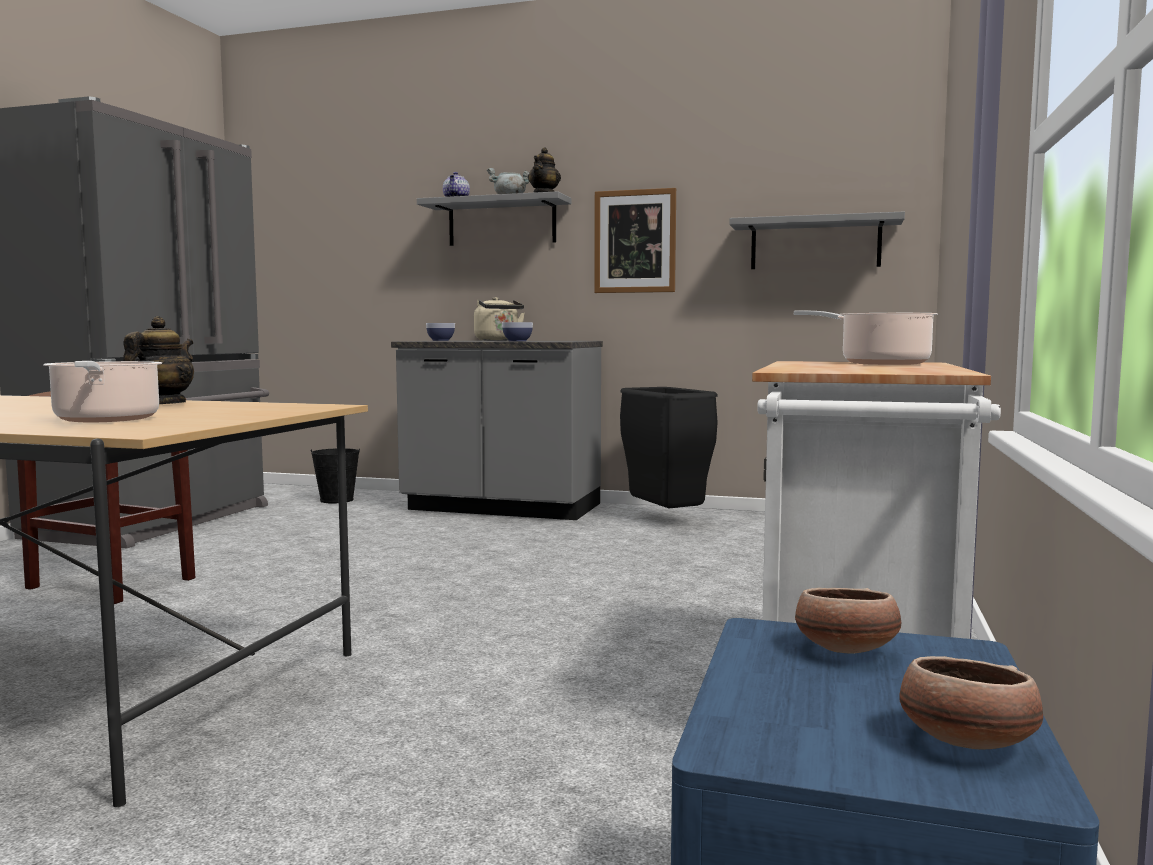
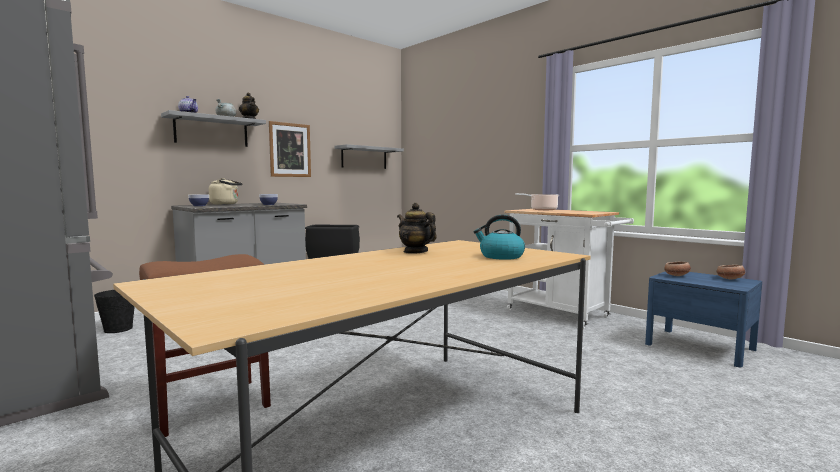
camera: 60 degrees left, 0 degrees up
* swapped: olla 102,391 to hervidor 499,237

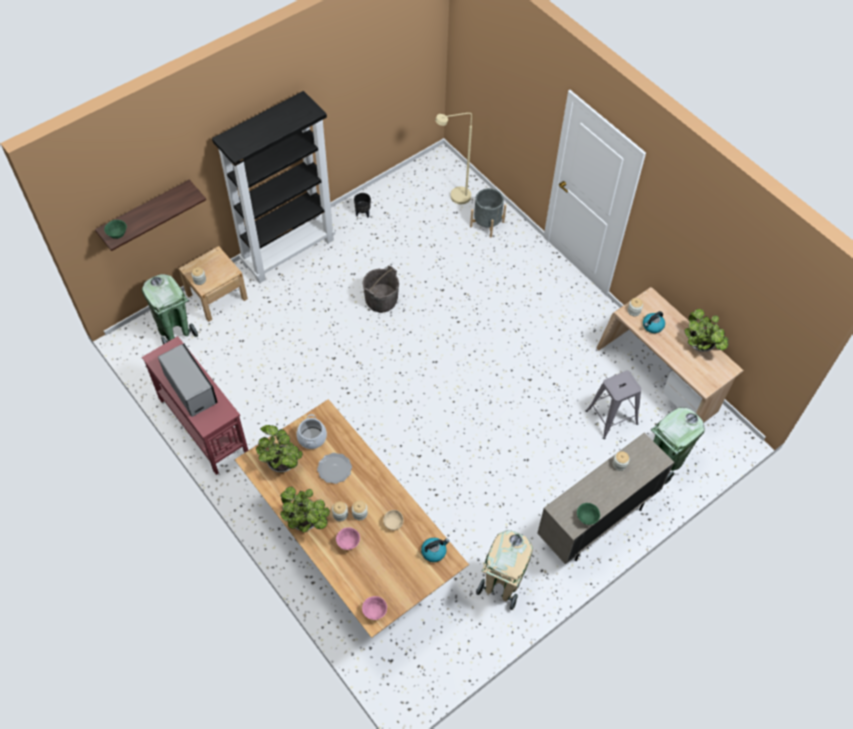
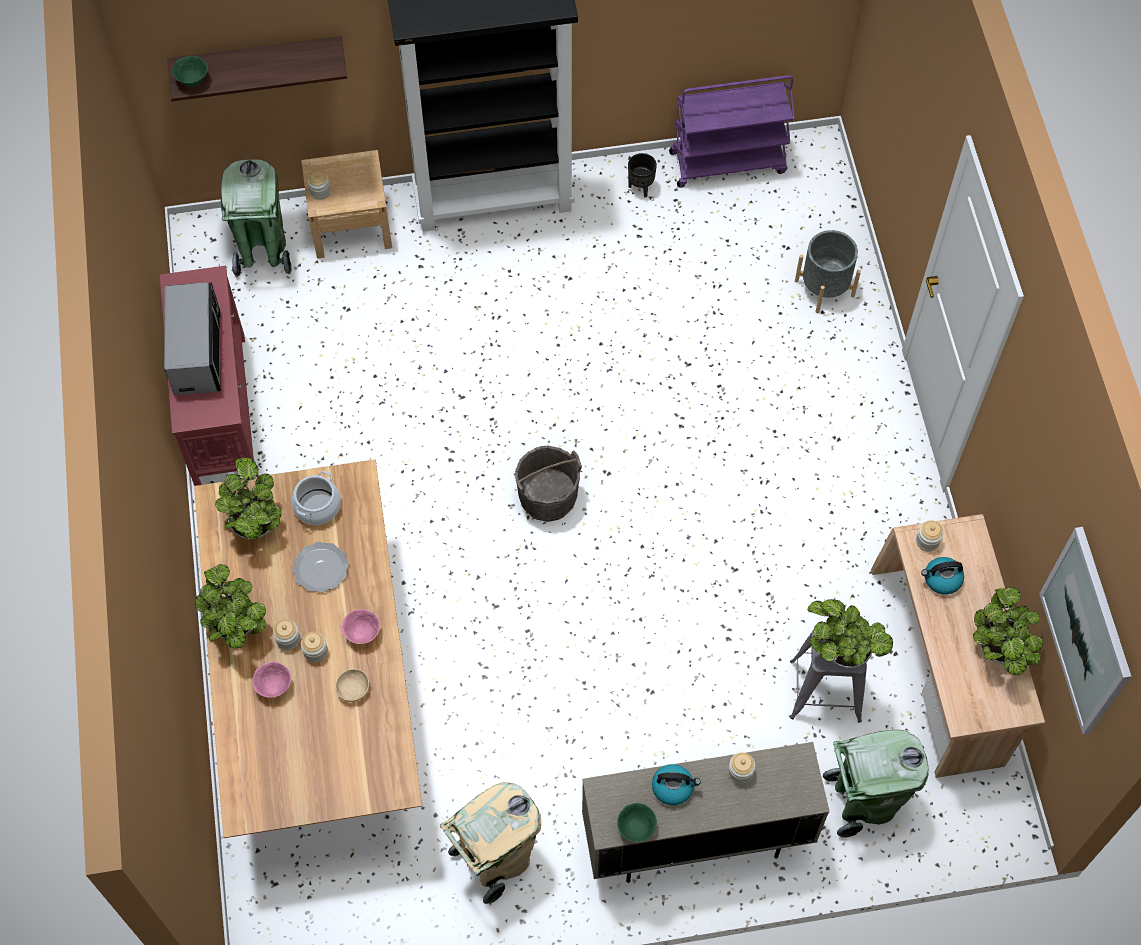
camera: 30 degrees right, 5 degrees up
* gone: lámpara de pie/beis 453,158
* shifted: cubo/gris 380,289 to 547,484
* shifted: hervidor 435,550 to 676,784
* shifted: cuenco/rosa 374,608 to 361,626
* new: carrito/morado 732,131
* new: cuadro 1085,631
* new: planta en maceta 850,633

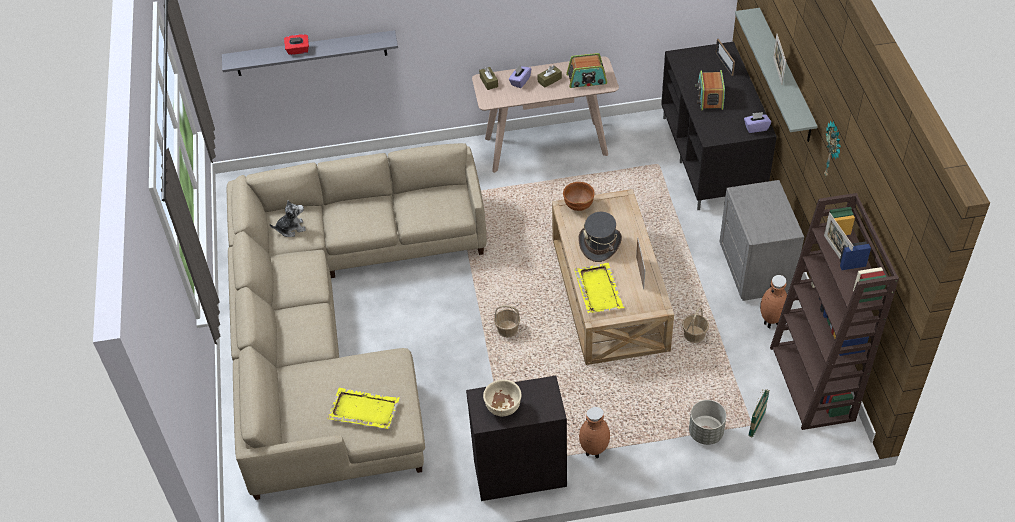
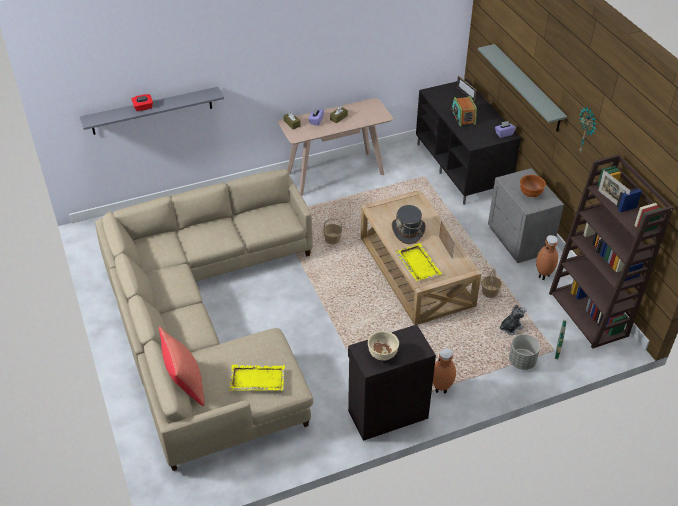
camera: 15 degrees left, 5 degrees down
* gone: portarretratos 779,59
* gone: radio 586,70
* shifted: cuenco/marrón 579,196 to 533,186
* shifted: peluche 288,218 to 513,319
* shifted: cesta 507,321 to 332,231
* new: cojín/rojo 182,366

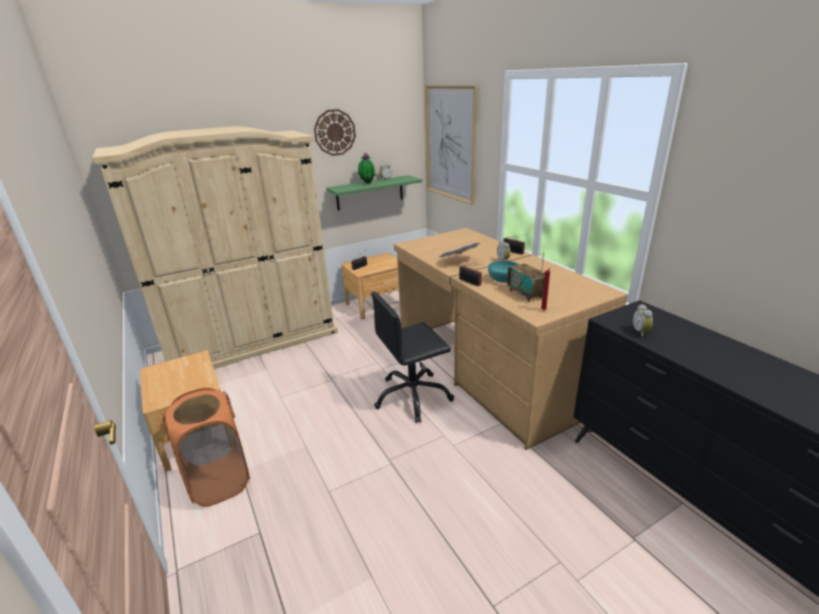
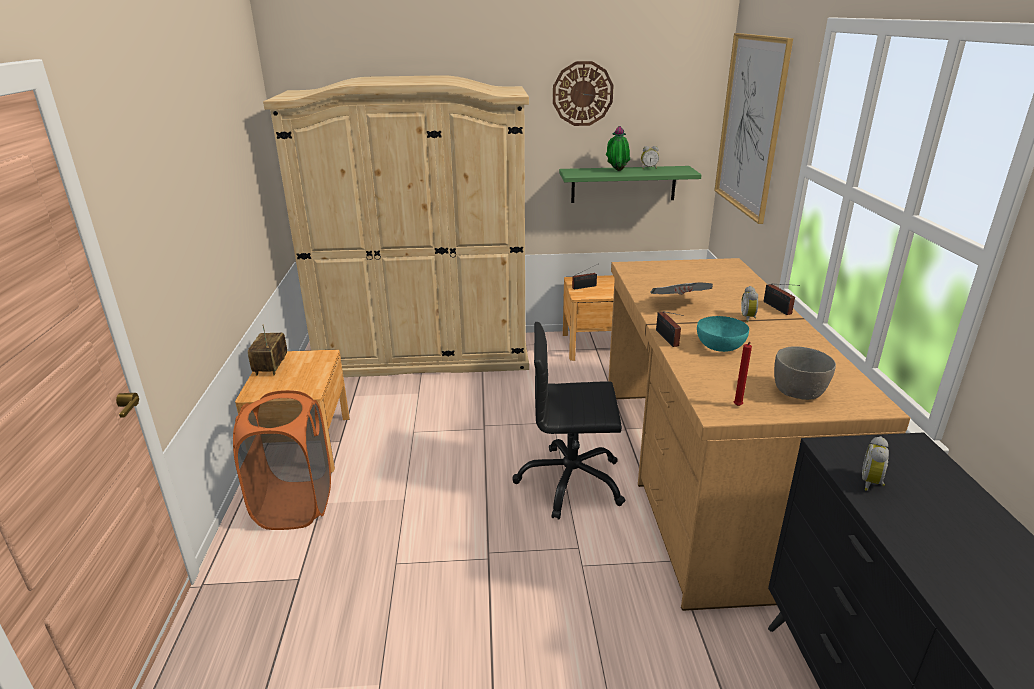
camera: 25 degrees right, 0 degrees up
* shifted: radio 526,277 to 267,350
* new: cuenco/gris 805,373

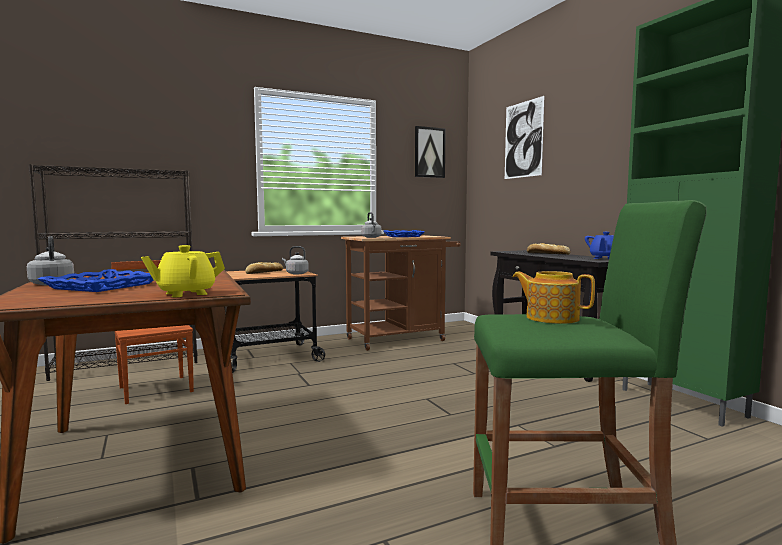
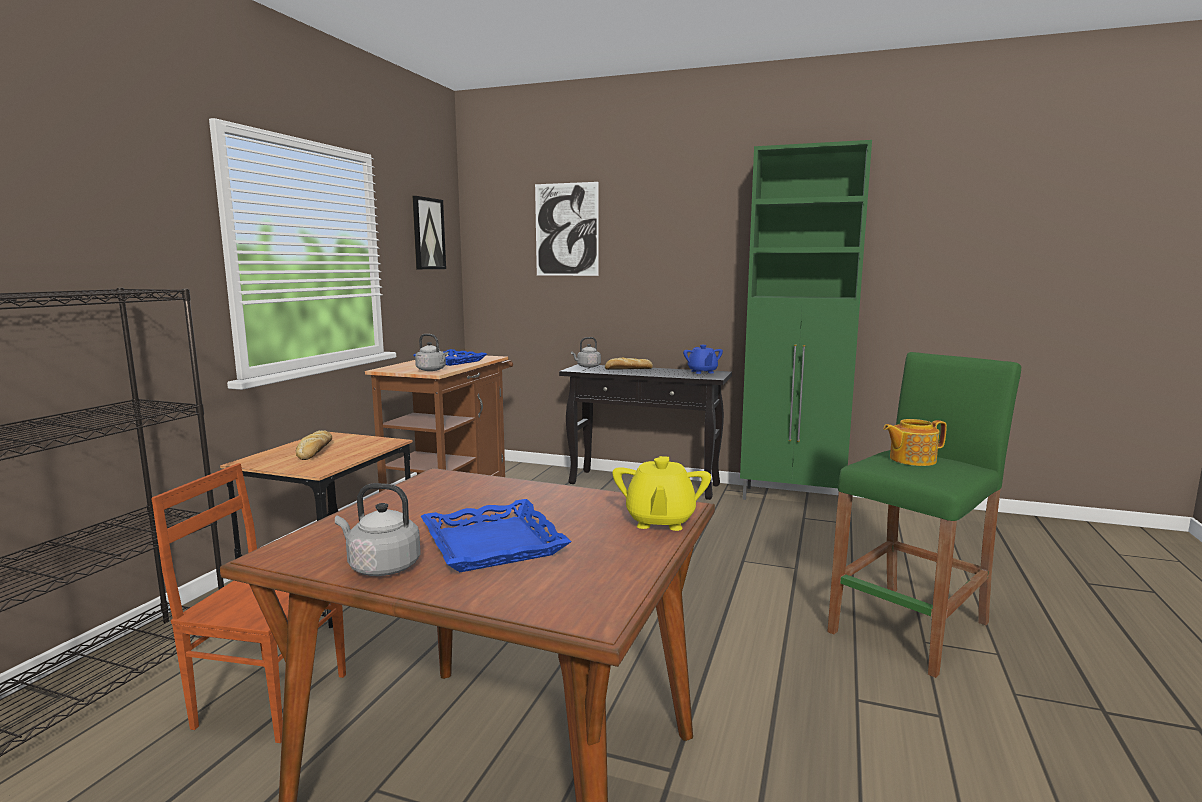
camera: 45 degrees left, 5 degrees up
* shifted: hervidor/gris 295,260 to 586,352

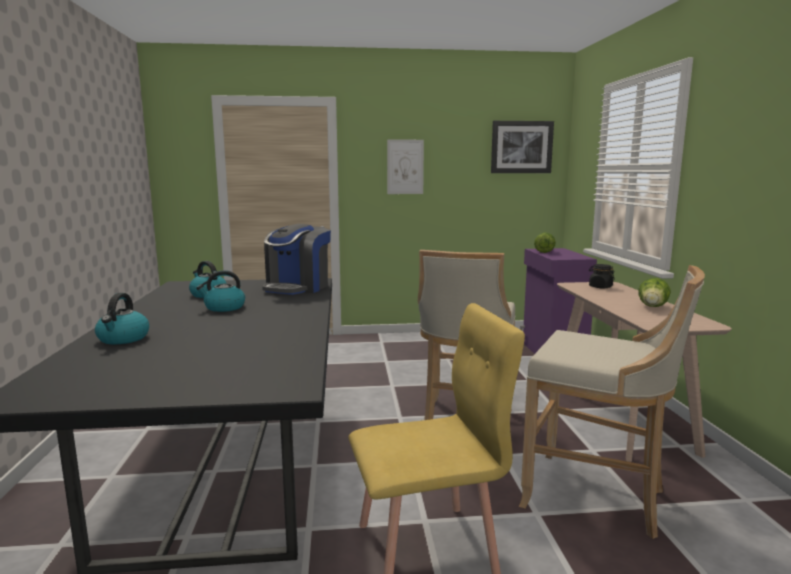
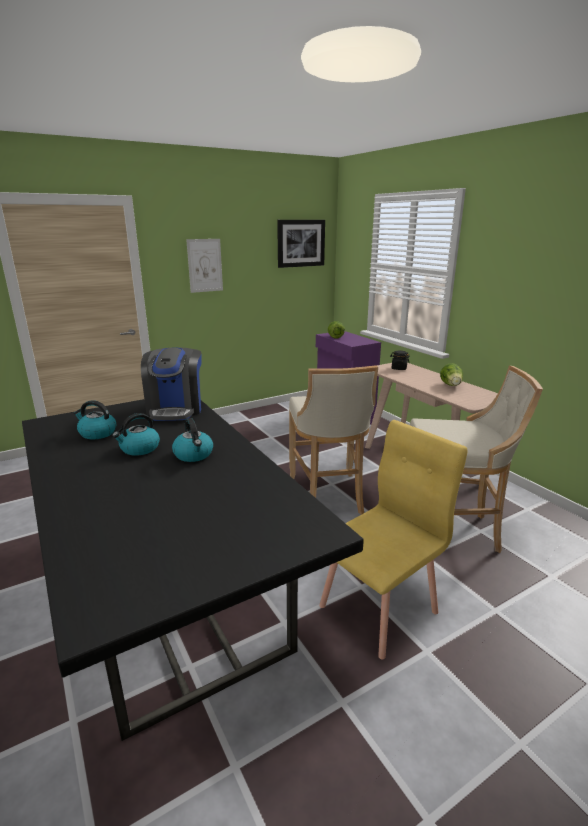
camera: 25 degrees left, 10 degrees up
* shifted: hervidor 122,319 to 192,440

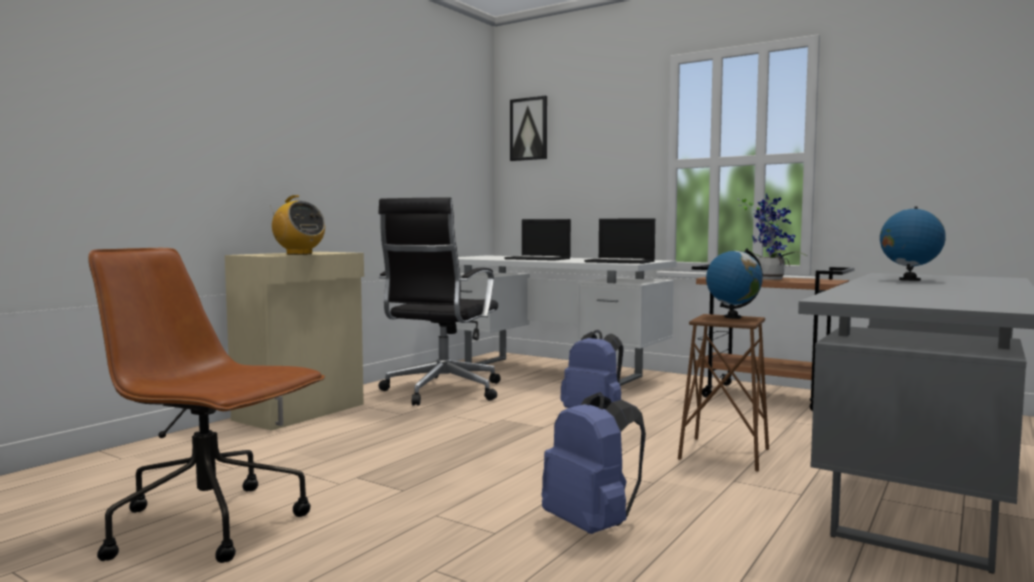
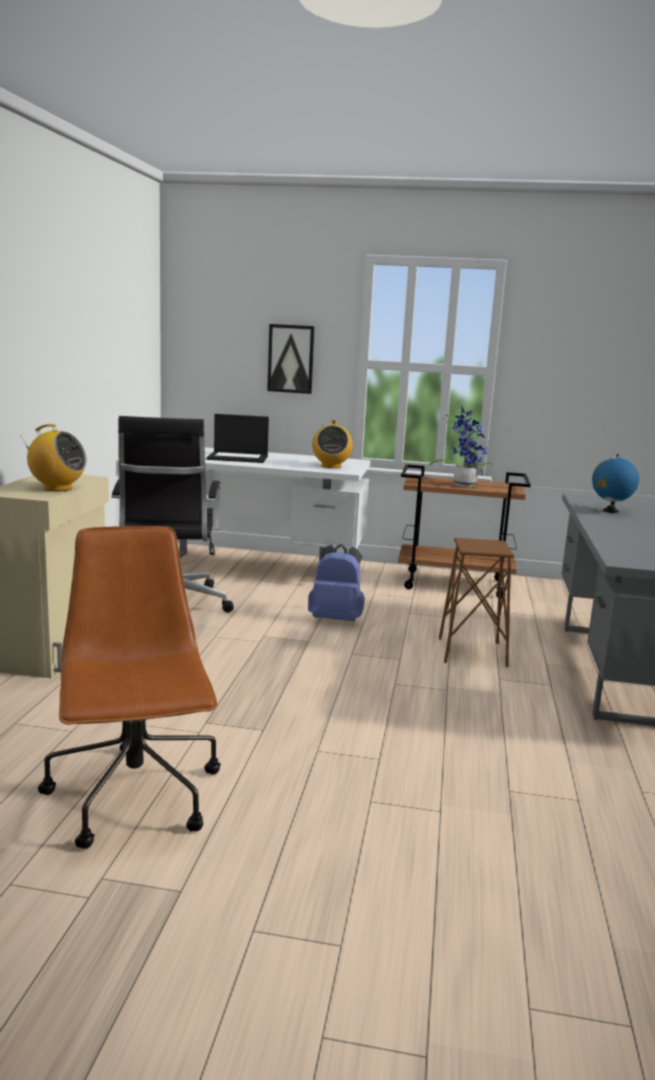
camera: 25 degrees left, 10 degrees up
* shifted: cuadro 528,128 to 291,359
* swapped: portátil 620,241 to radio 332,443
* rotated: silla de oficina/marrón 206,405 = 129,687 75 degrees clockwise
* gone: globo terráqueo 734,283
* gone: mochila/azul 594,463

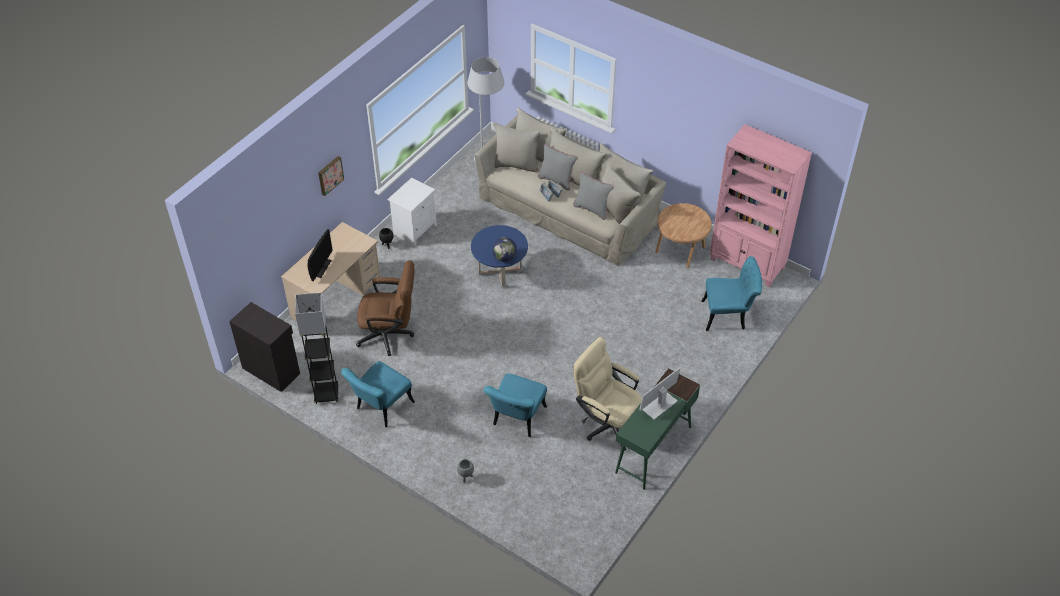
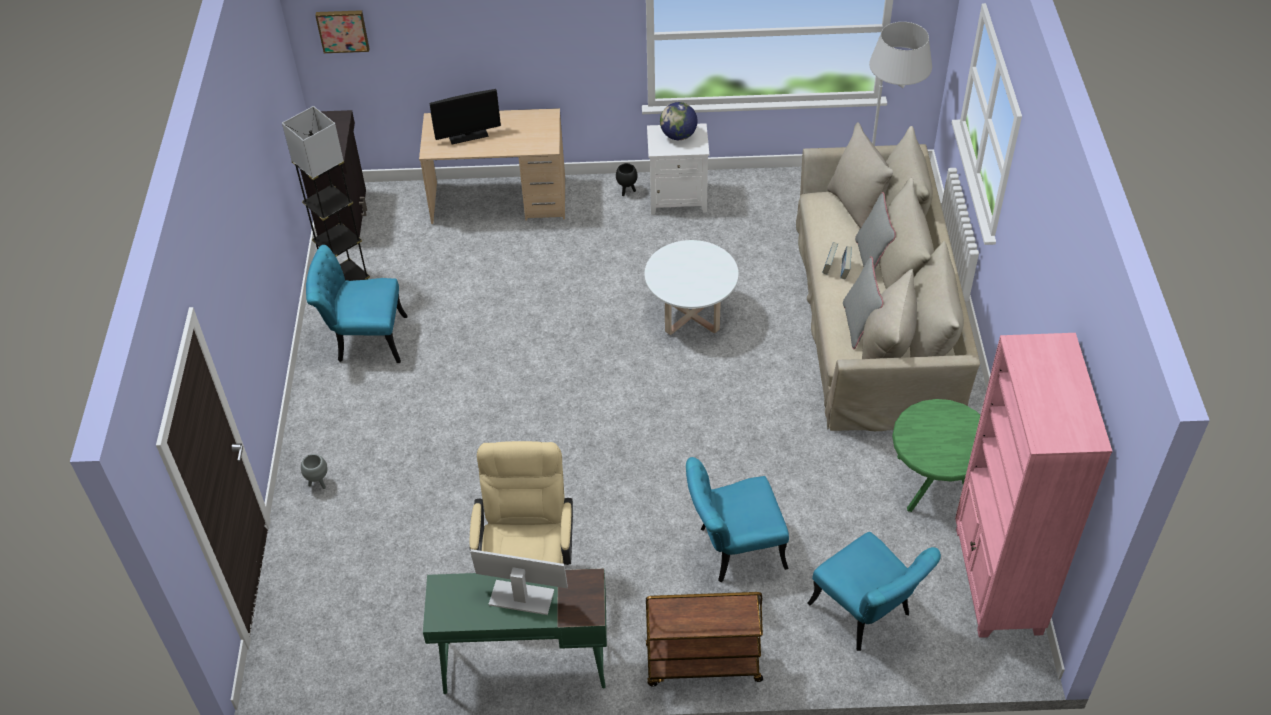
camera: 55 degrees right, 0 degrees up
* shifted: cuadro 331,176 to 342,31
* repainted: mesa auxiliar/marrón 683,235 to mesa auxiliar/verde 936,455
* repainted: mesa de centro/azul 499,255 to mesa de centro/blanco 692,287
* shifted: globo terráqueo 504,249 to 679,121
* gone: silla de oficina/marrón 385,308
* shifted: silla/turquesa 515,405 to 737,519
* new: carrito/marrón 704,639

